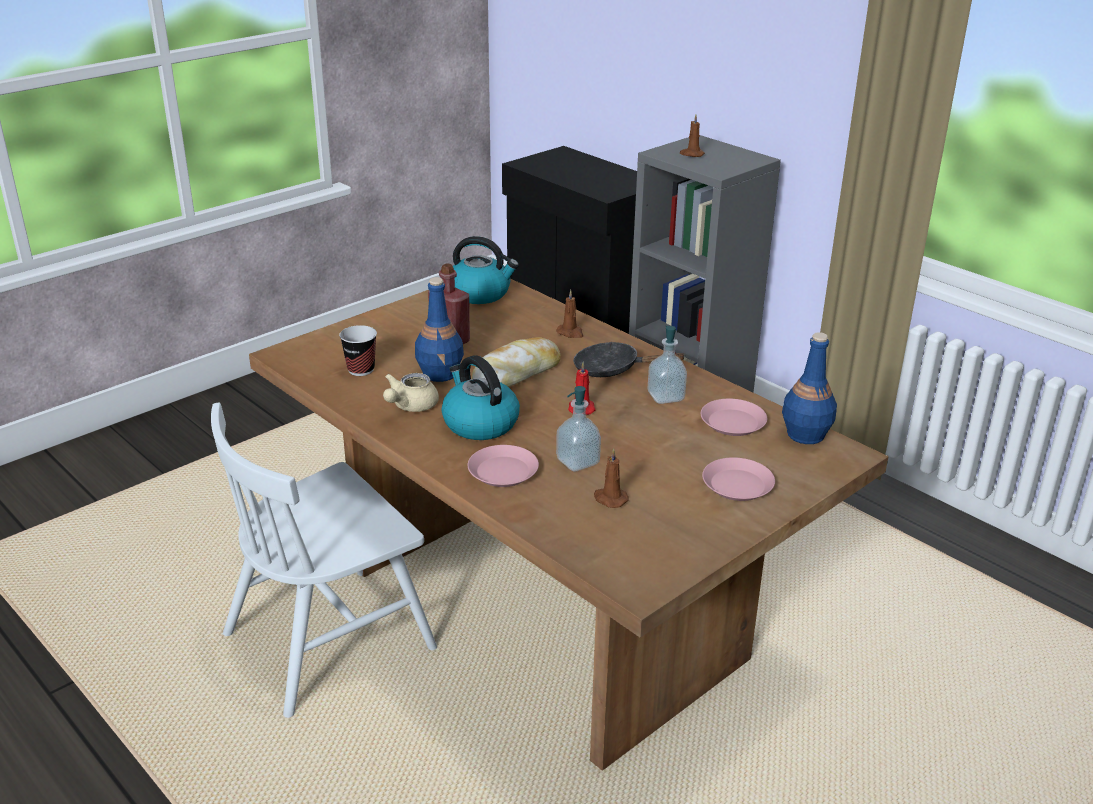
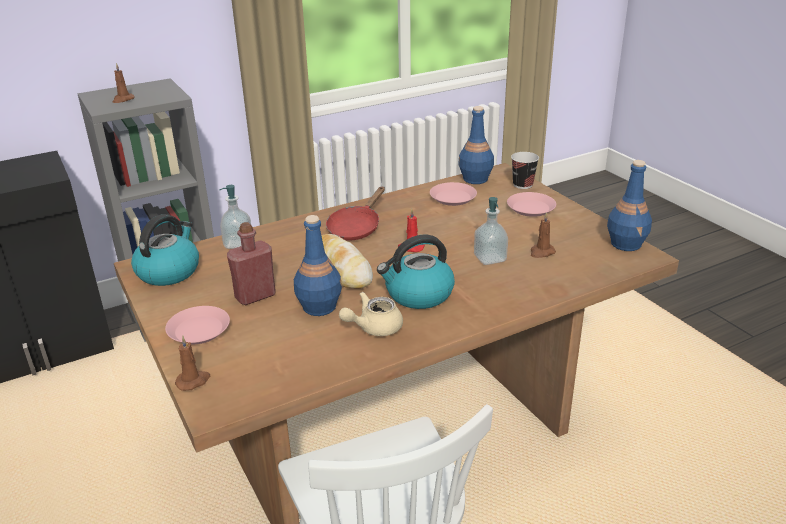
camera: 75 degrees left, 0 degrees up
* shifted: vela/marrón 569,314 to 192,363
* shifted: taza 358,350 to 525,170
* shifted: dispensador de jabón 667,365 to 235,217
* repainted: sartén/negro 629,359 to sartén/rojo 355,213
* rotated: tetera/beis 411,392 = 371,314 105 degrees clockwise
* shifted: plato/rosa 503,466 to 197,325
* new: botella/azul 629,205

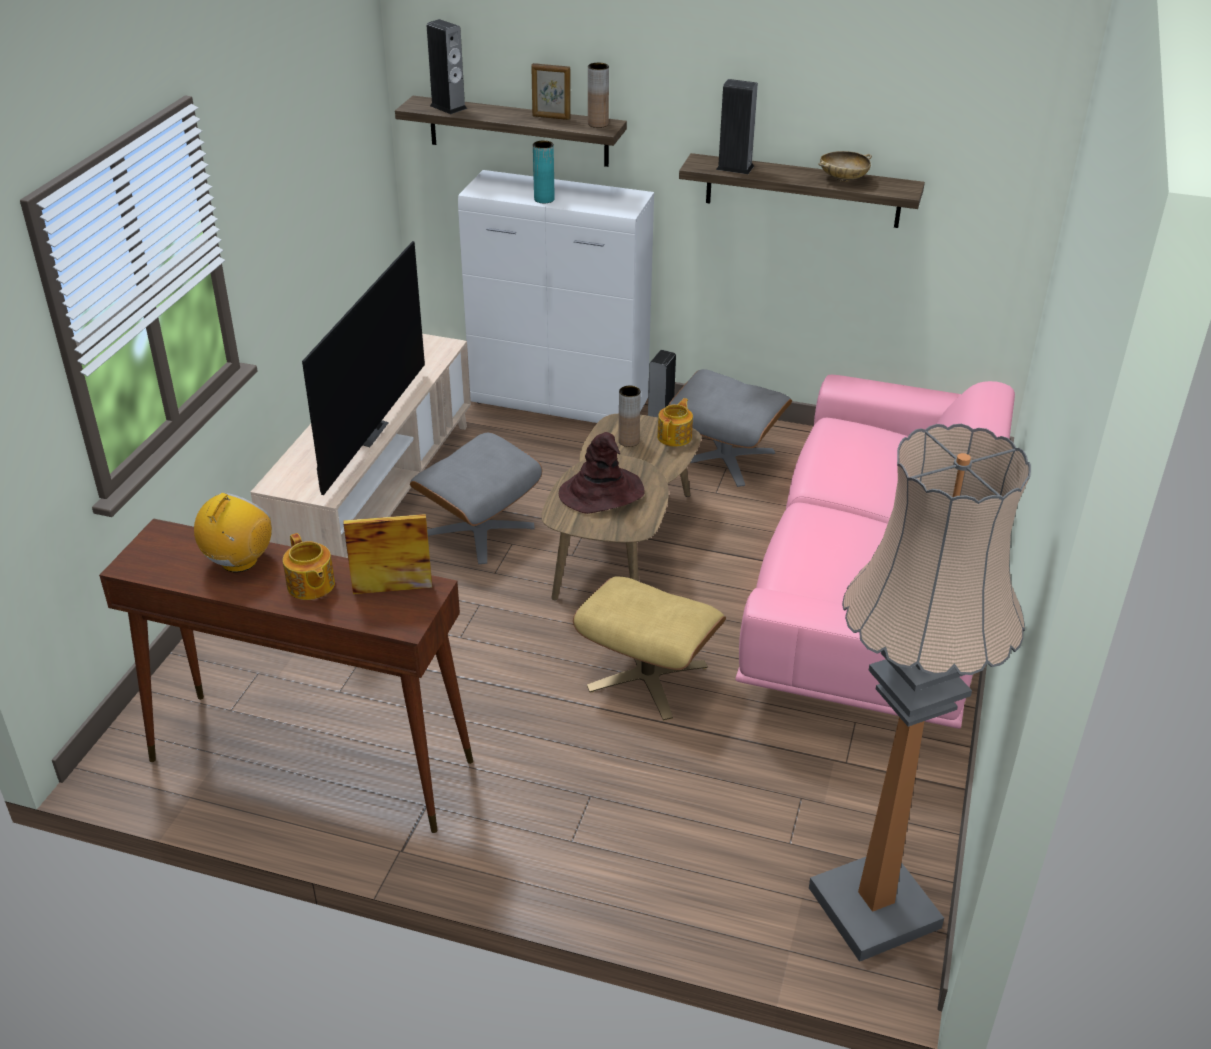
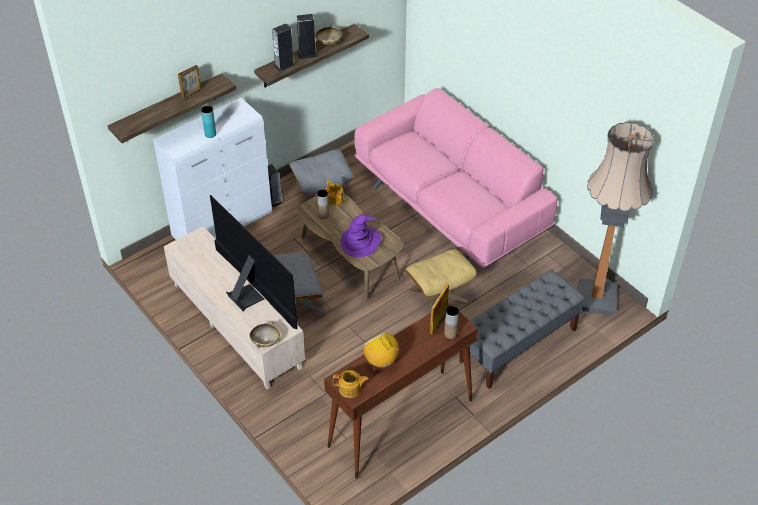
camera: 55 degrees left, 10 degrees up
* shifted: altavoz 447,66 to 307,36
* shifted: florero/marrón 598,95 to 451,322
* repainted: sombrero/marrón 601,473 to sombrero/morado 361,235
* shifted: tetera 309,566 to 351,384
* new: banco/gris 522,329
* new: cuenco/beis 265,335

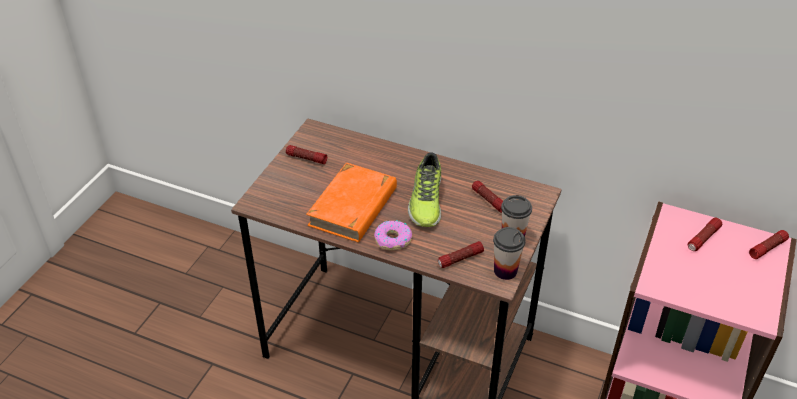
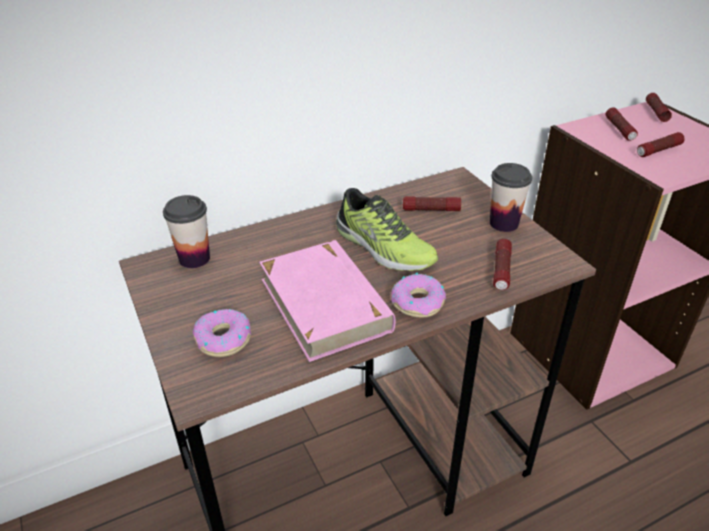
camera: 50 degrees left, 5 degrees down
* shifted: linterna 306,154 to 661,144
* repainted: libro/naranja 351,202 to libro/rosa 327,301
* shifted: taza 509,253 to 186,231
* new: rosquilla 222,333

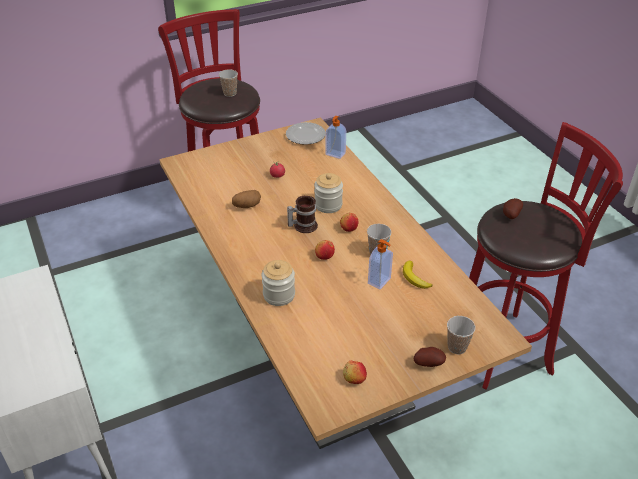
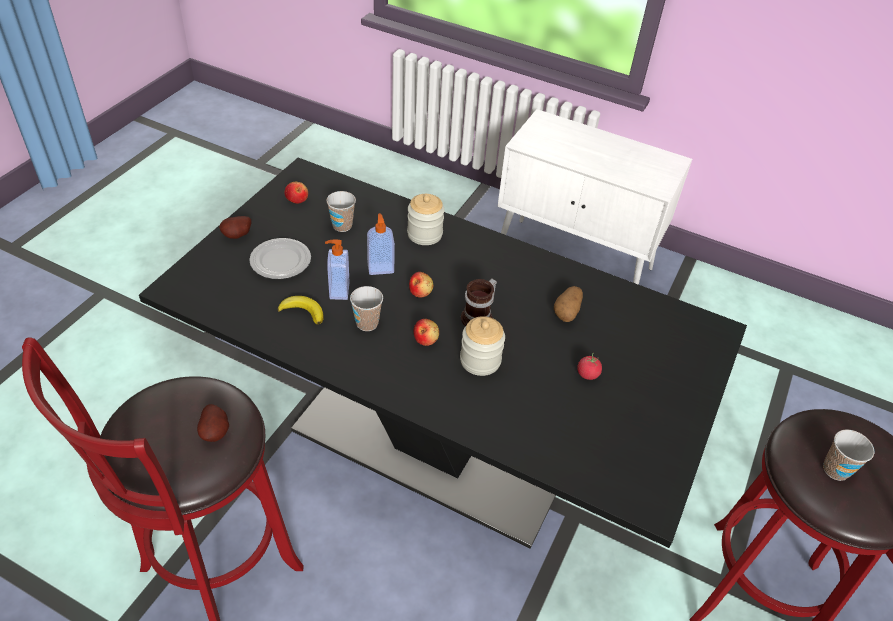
camera: 140 degrees right, 5 degrees up
* shifted: dispensador de jabón 335,137 to 381,244
* repainted: mesa de comedor/beis 345,283 to mesa de comedor/negro 443,353
* shifted: plato 306,133 to 280,258
* shifted: taza 461,335 to 341,211

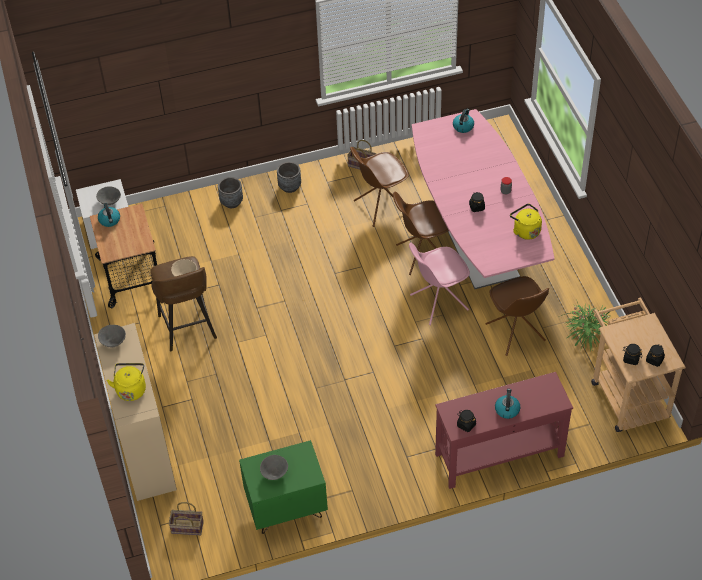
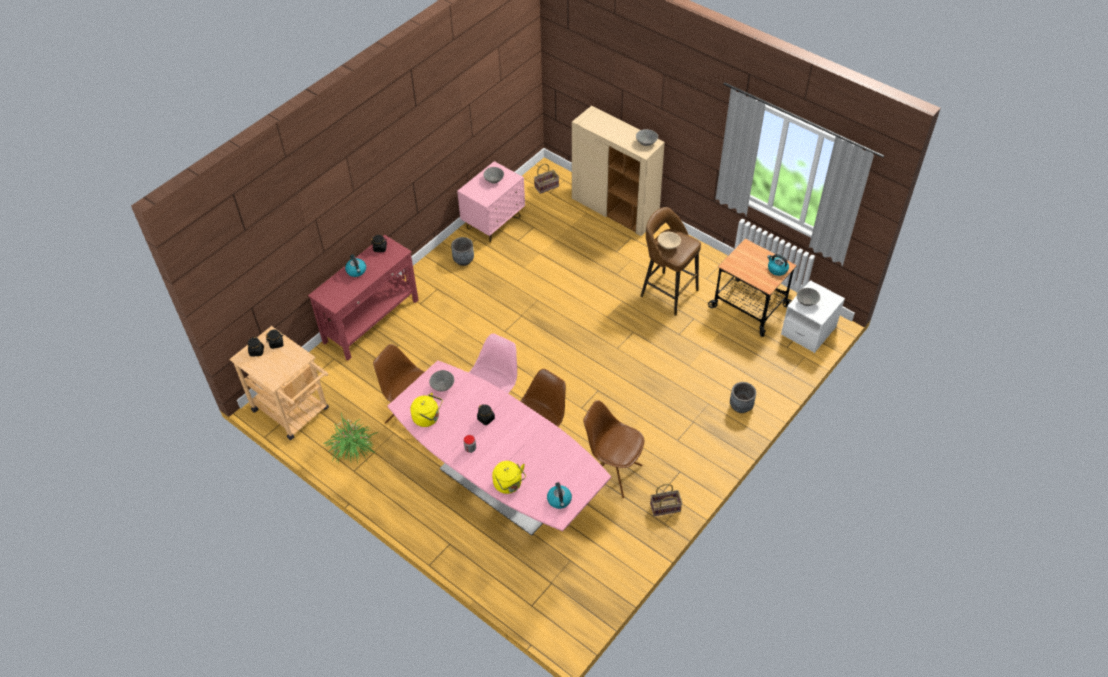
camera: 145 degrees right, 0 degrees up
* rotated: silla/marrón 379,187 = 613,449 90 degrees counterclockwise
* shifted: maceta/gris 289,177 to 462,251
* shifted: hervidor/amarillo 126,382 to 509,477
* repainted: mesita de noche/verde 283,487 to mesita de noche/rosa 491,201
* new: cuenco/gris 441,381

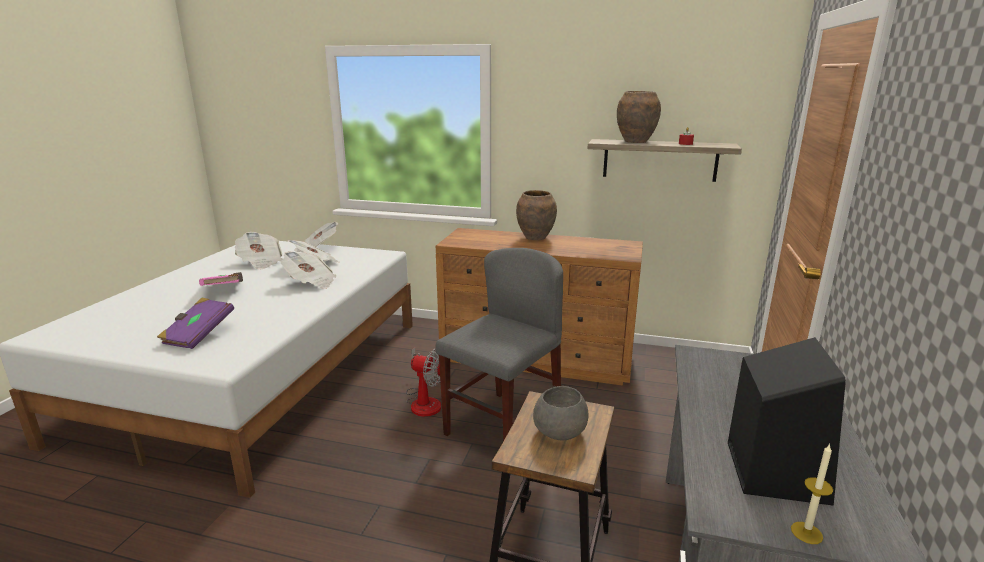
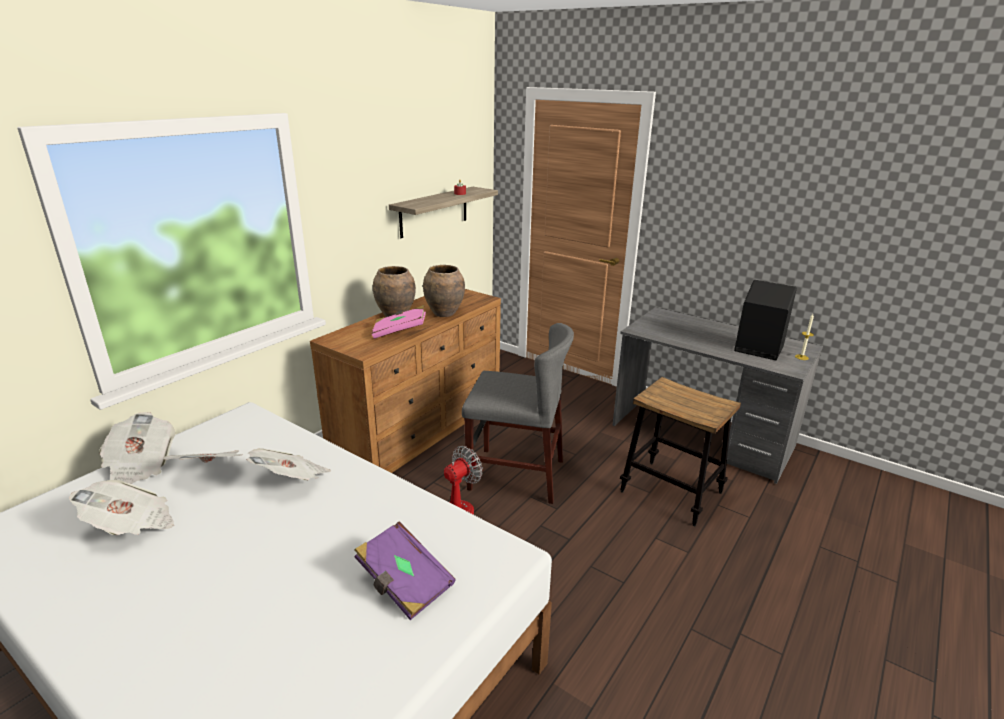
camera: 70 degrees left, 5 degrees up
* shifted: florero/marrón 639,117 to 444,291
* rotated: silla/gris 499,344 = 518,413 135 degrees clockwise
* shifted: libro/rosa 221,279 to 399,322
* gone: cuenco/gris 560,413

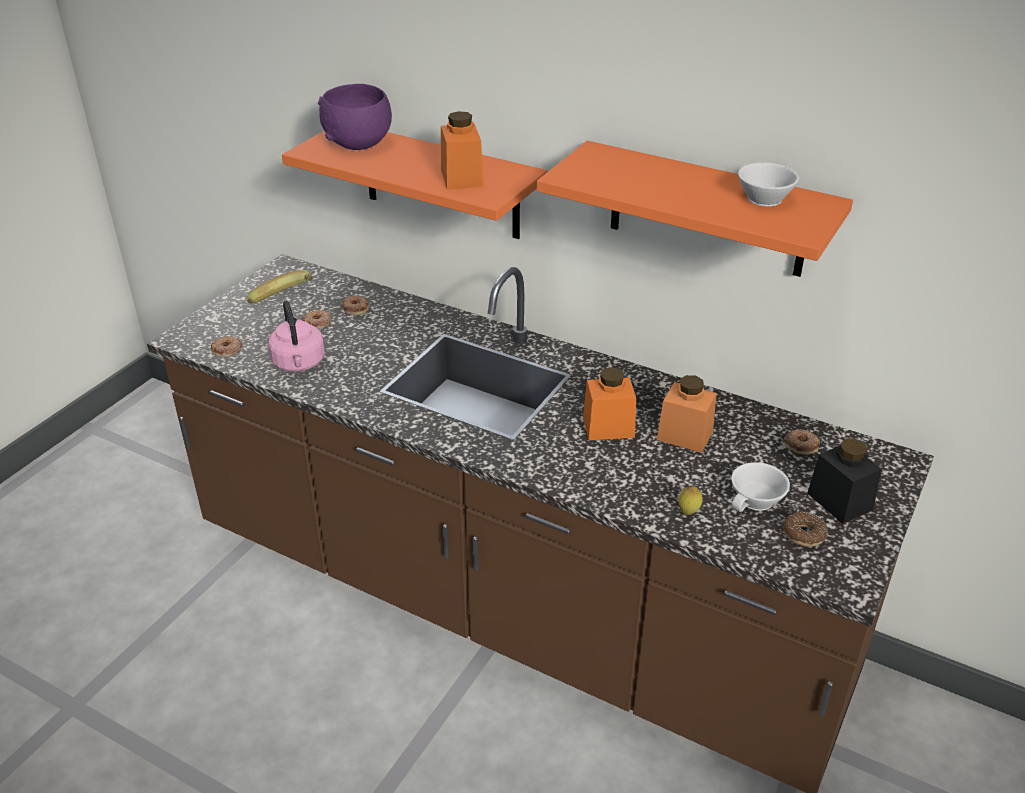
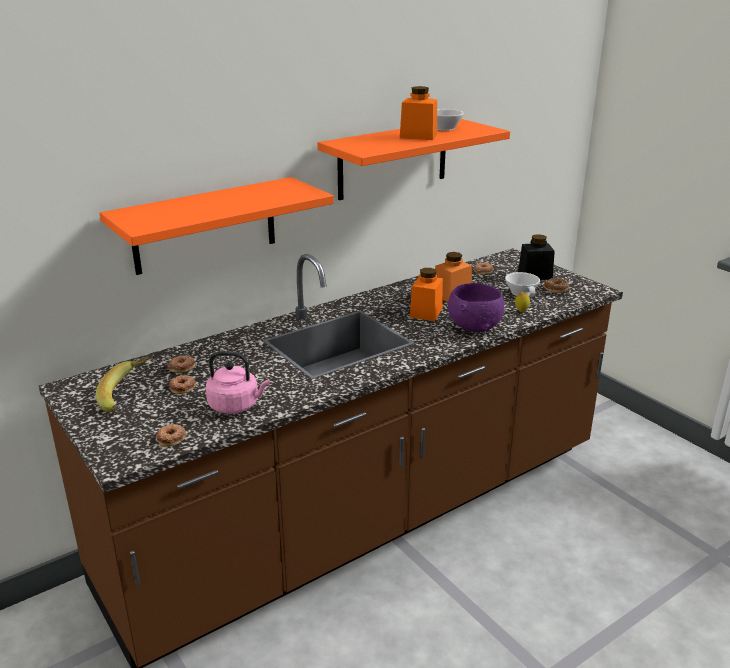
camera: 65 degrees left, 10 degrees down
* shifted: cuenco/morado 355,117 to 476,307
* shifted: tarro/naranja 462,150 to 418,113

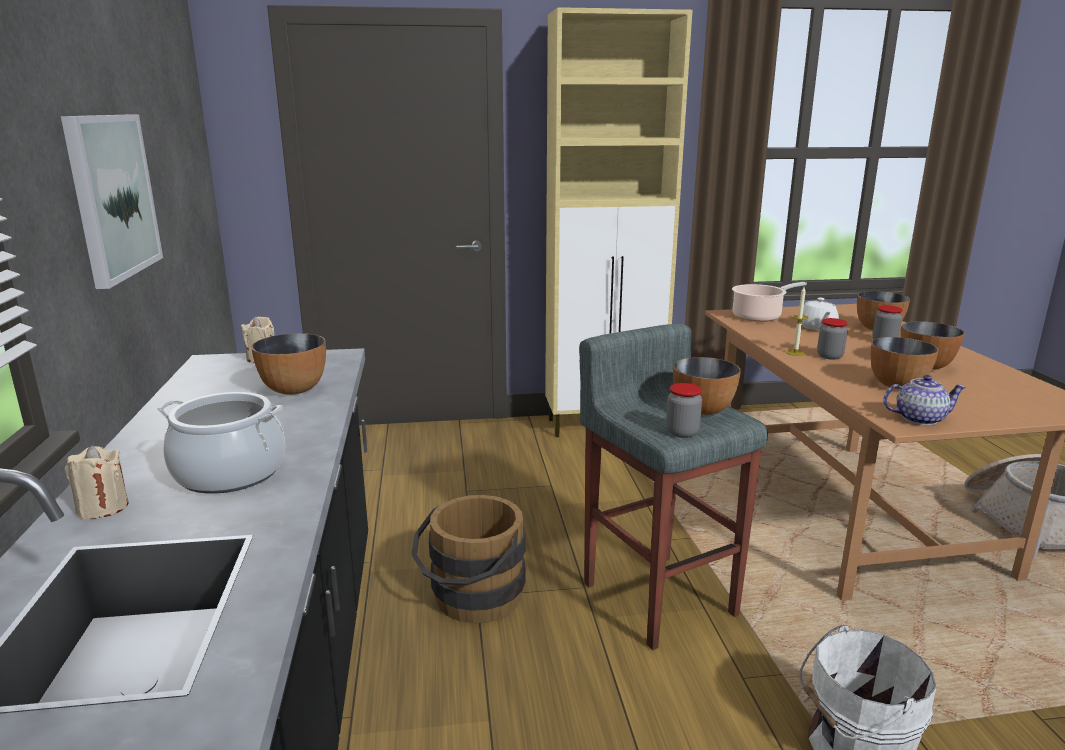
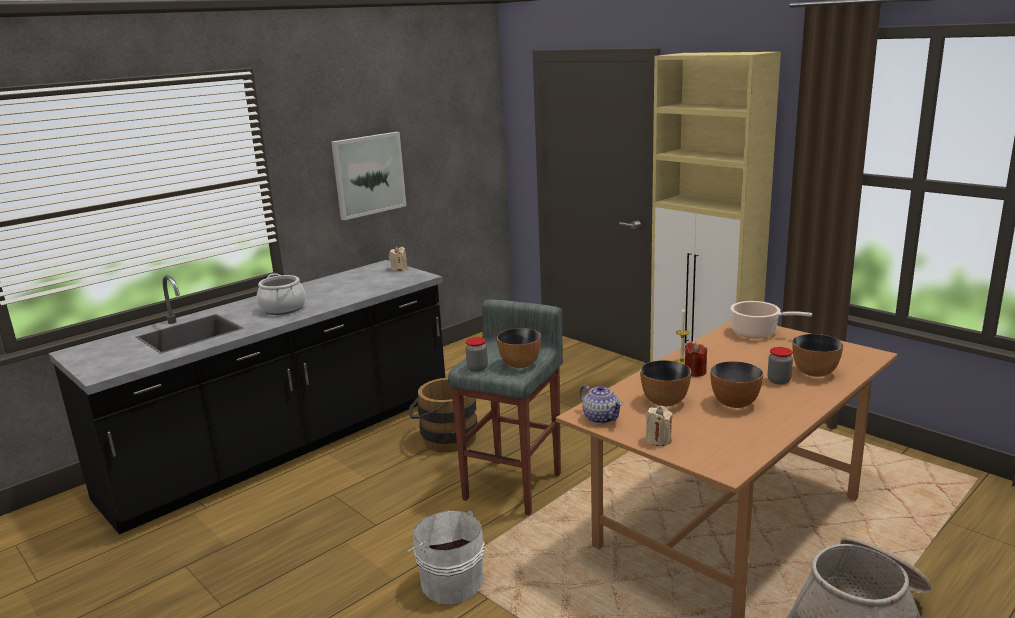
camera: 55 degrees right, 0 degrees up
* gone: tetera/blanco 820,314
* swapped: tarro 832,339 to vela/rojo 696,359
* gone: cuenco 288,364
* shifted: vela/beis 97,482 to 659,426

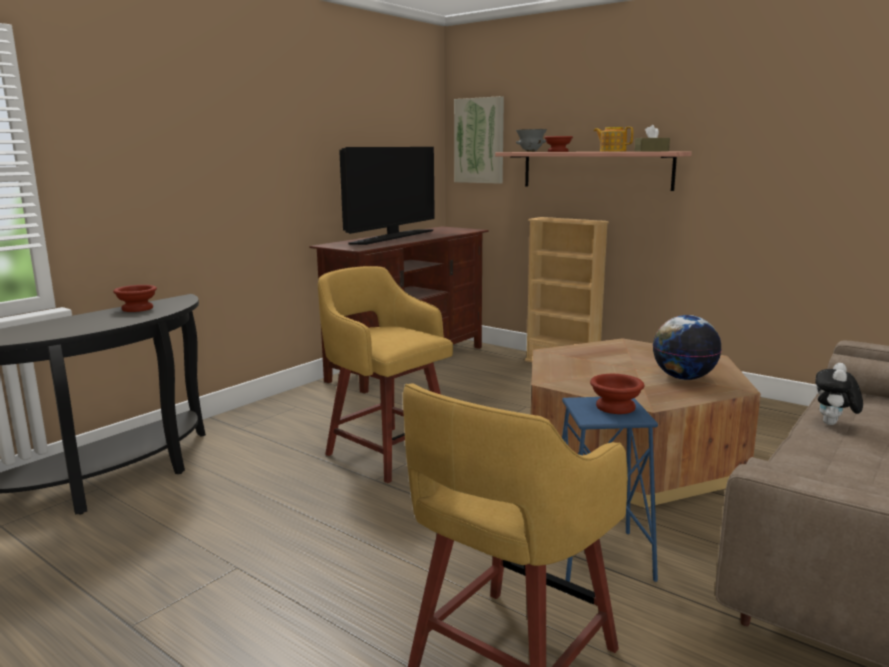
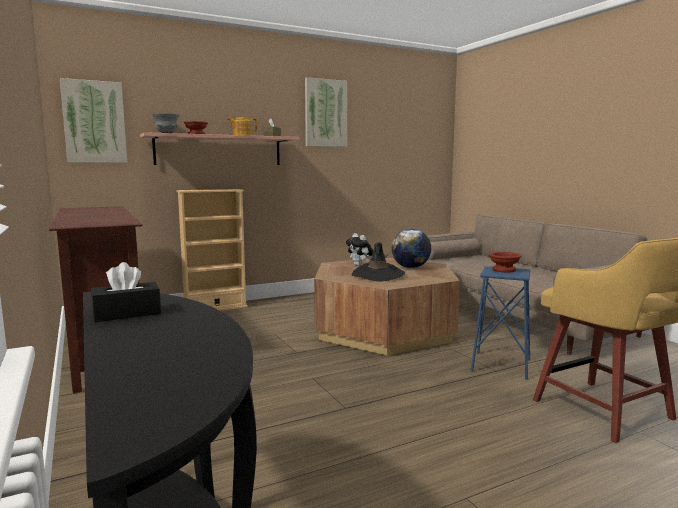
camera: 65 degrees left, 5 degrees down
* gone: televisor 387,196
* gone: taburete/amarillo 385,374
* swapped: cuenco/marrón 135,298 to caja de pañuelos/negro 126,292
* shifted: peluche 839,394 to 359,249
* new: cuadro 326,112
* new: sombrero/negro 378,262

